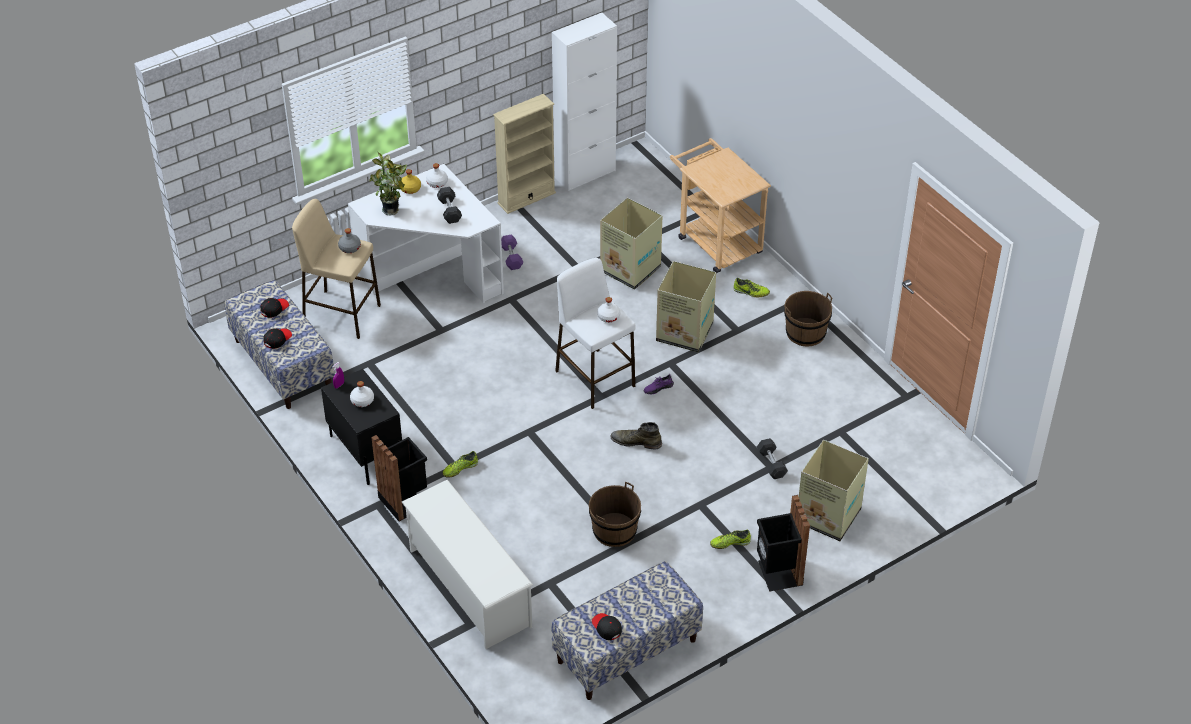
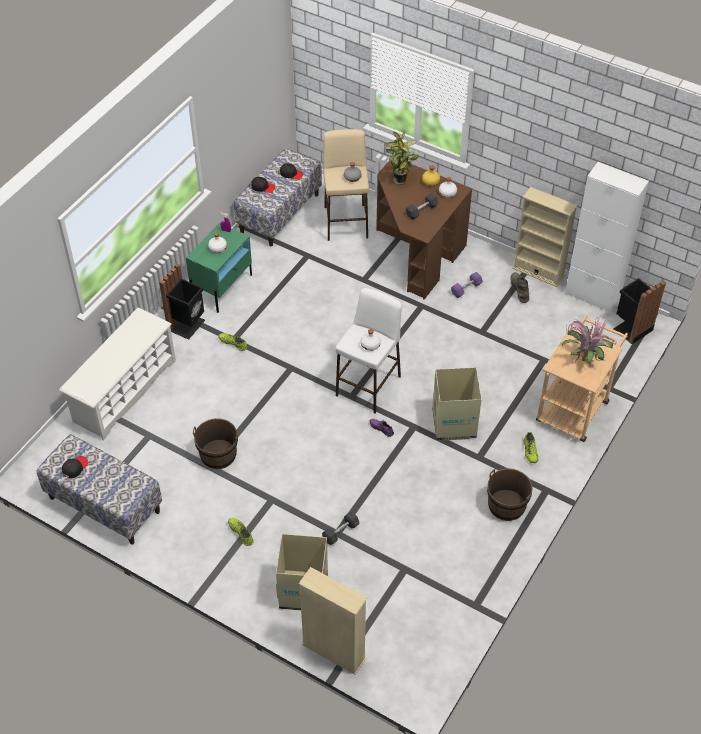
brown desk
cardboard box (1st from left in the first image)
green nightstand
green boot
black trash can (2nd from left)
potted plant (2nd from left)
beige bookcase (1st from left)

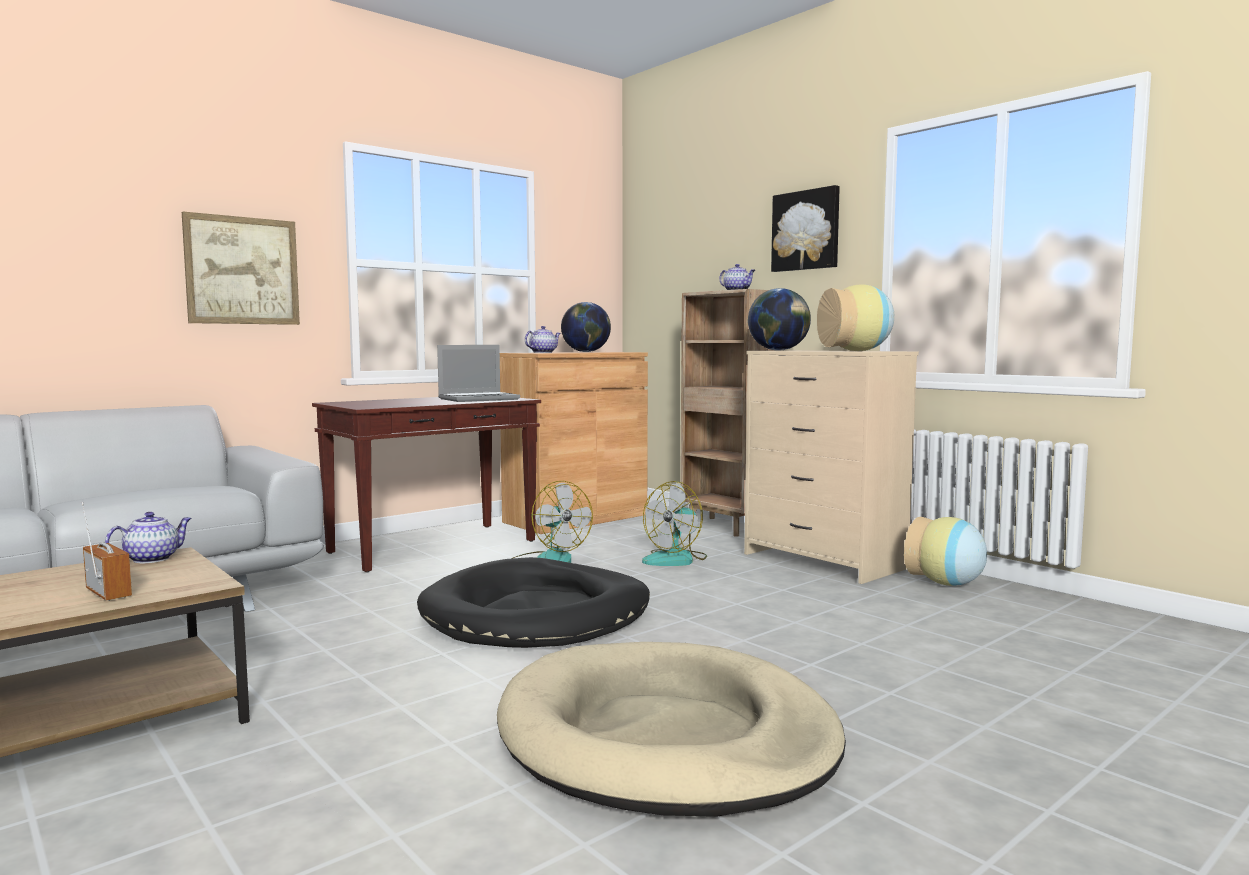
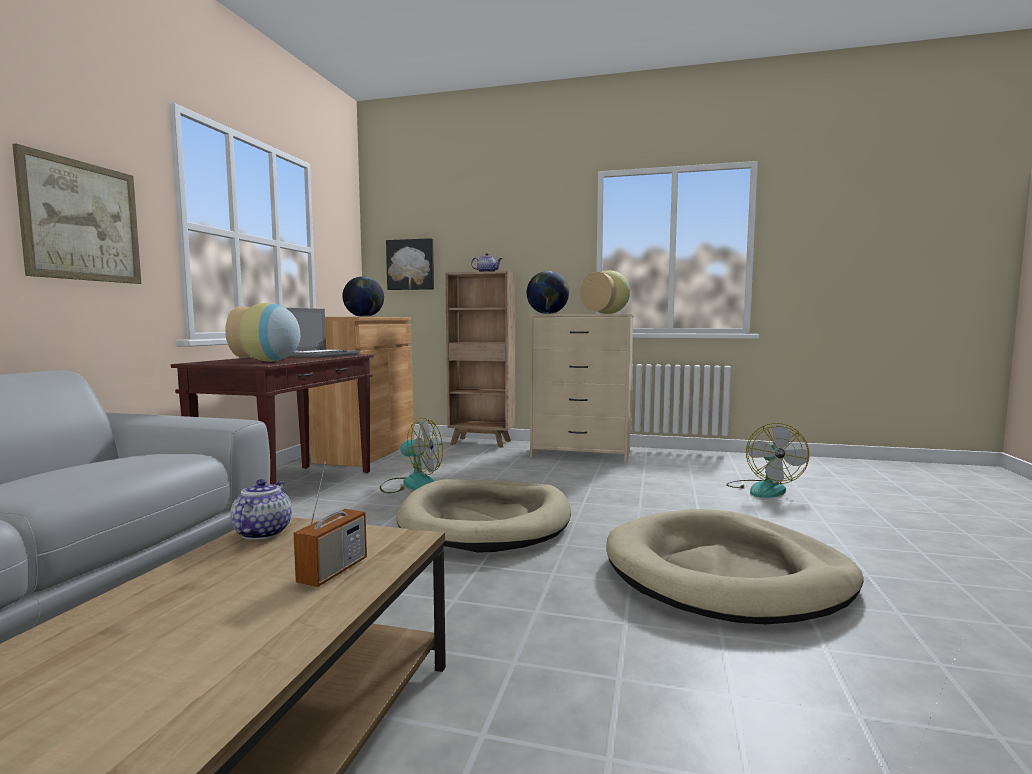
picture (2nd from left)
teapot (2nd from left in the first image)
fan (2nd from left)
radio
vase (1st from left)
beige dog bed (1st from left)

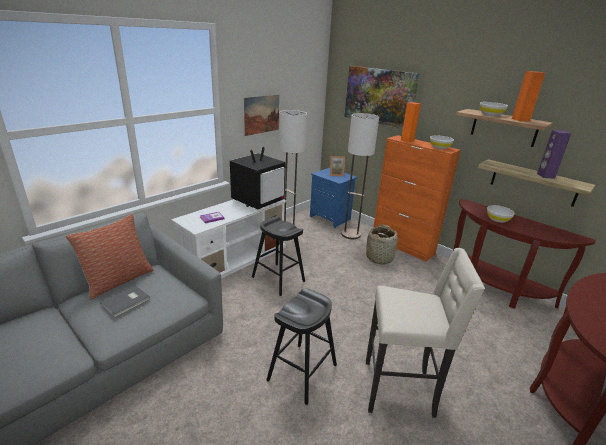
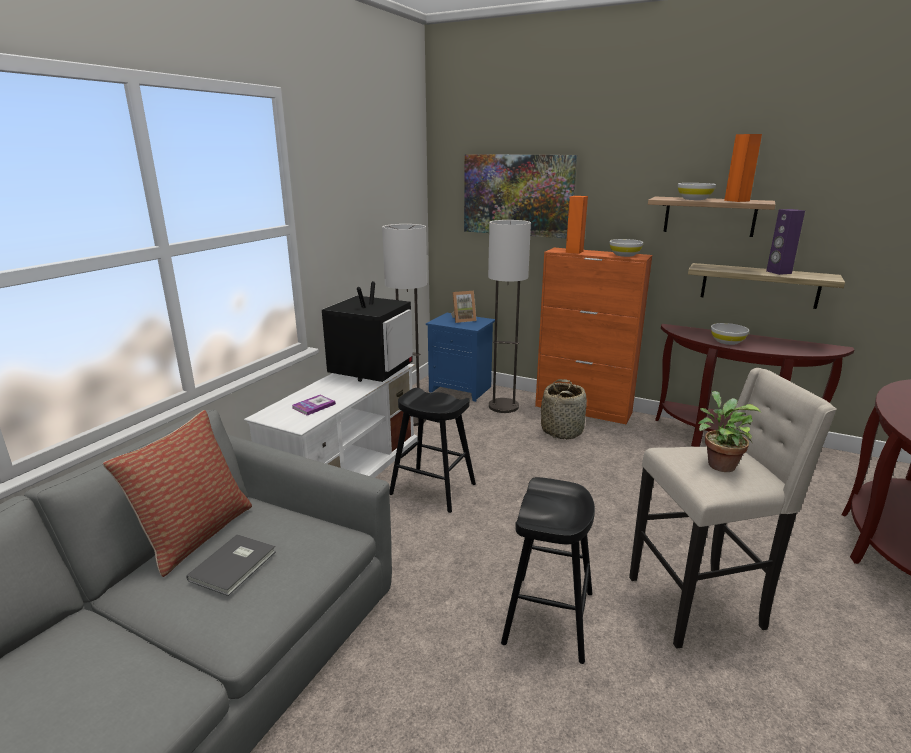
picture (1st from left in the first image)
potted plant

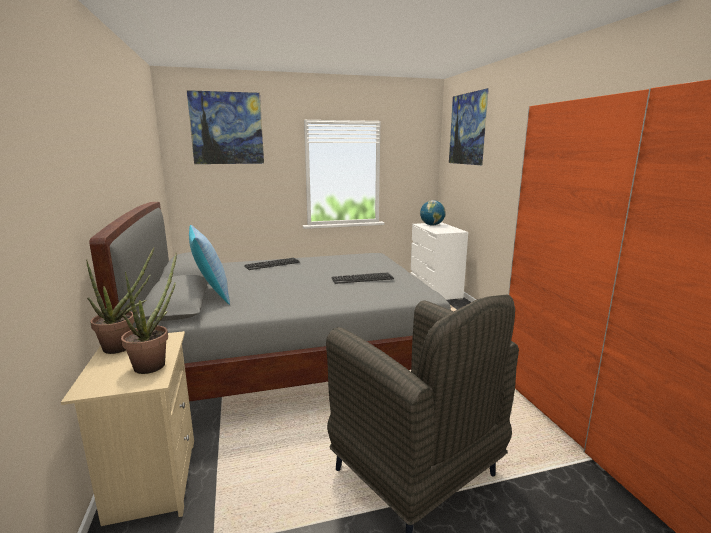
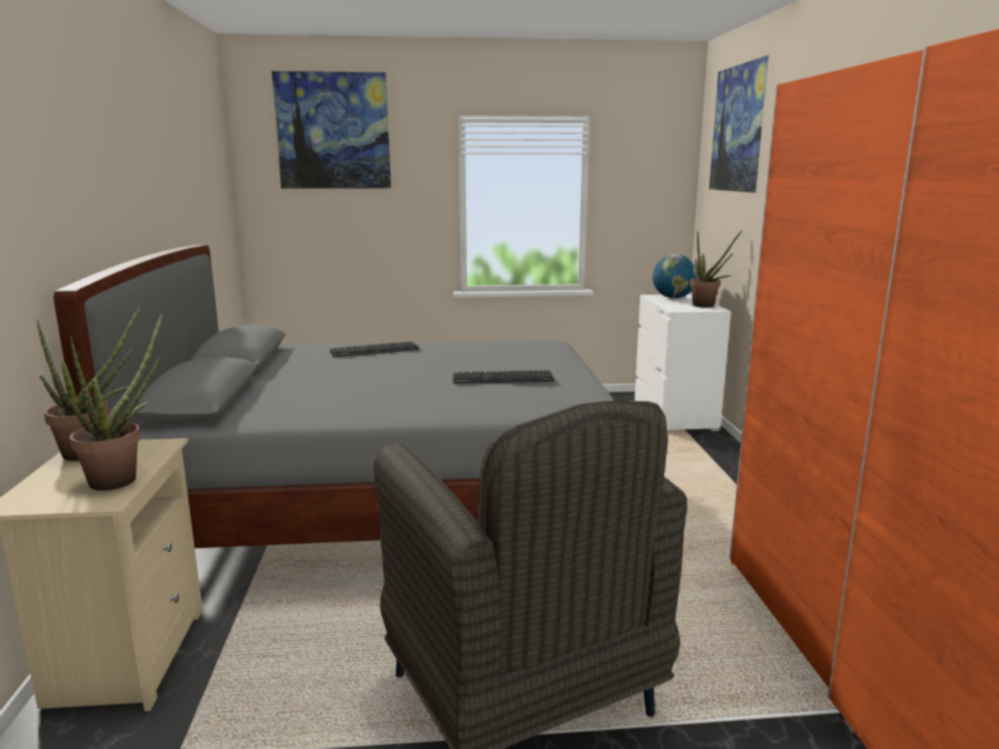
pillow
potted plant (3rd from left)

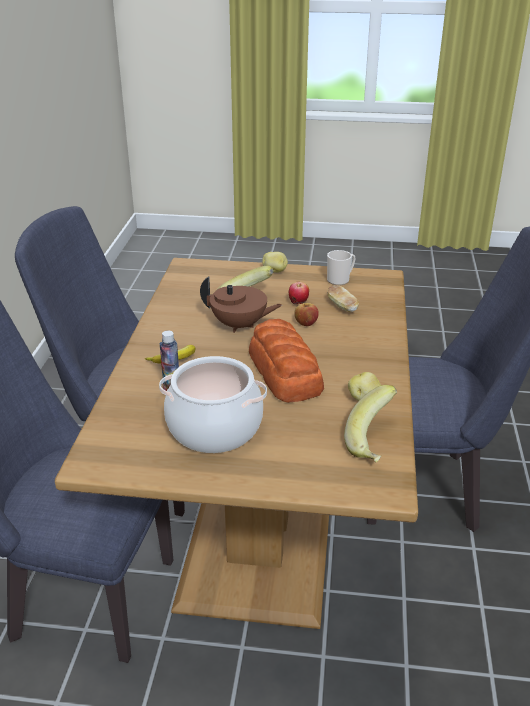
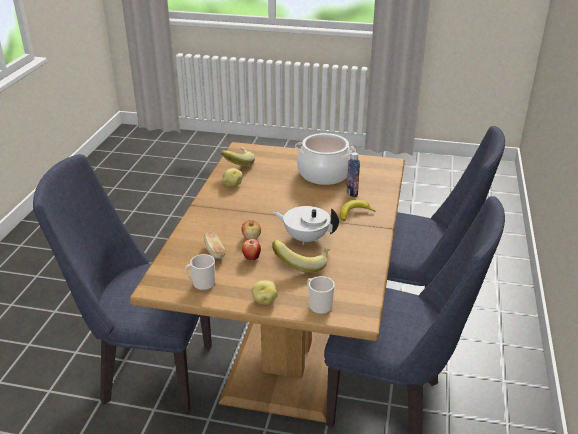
white teapot
bread (1st from left in the first image)
mug (2nd from left)

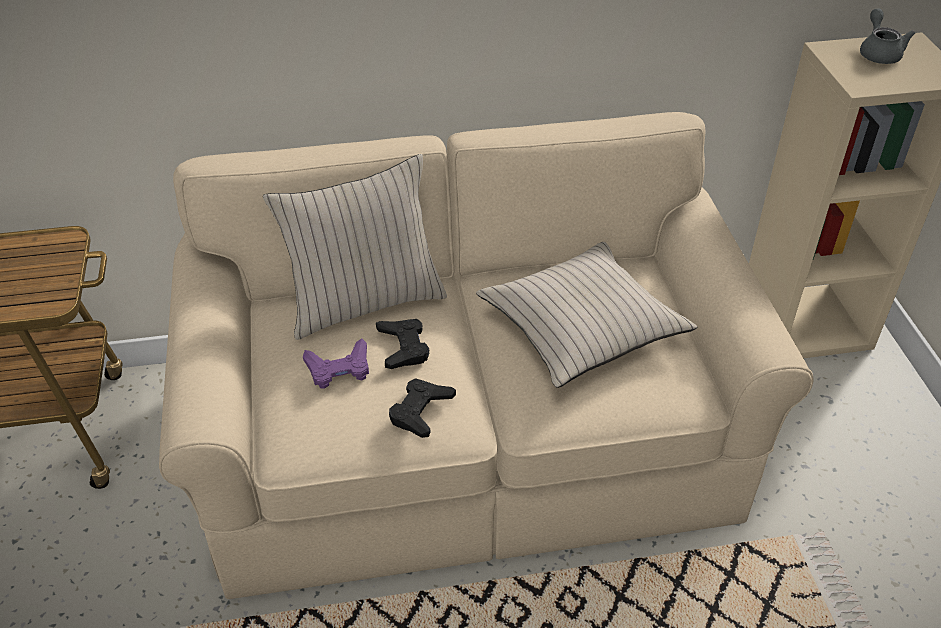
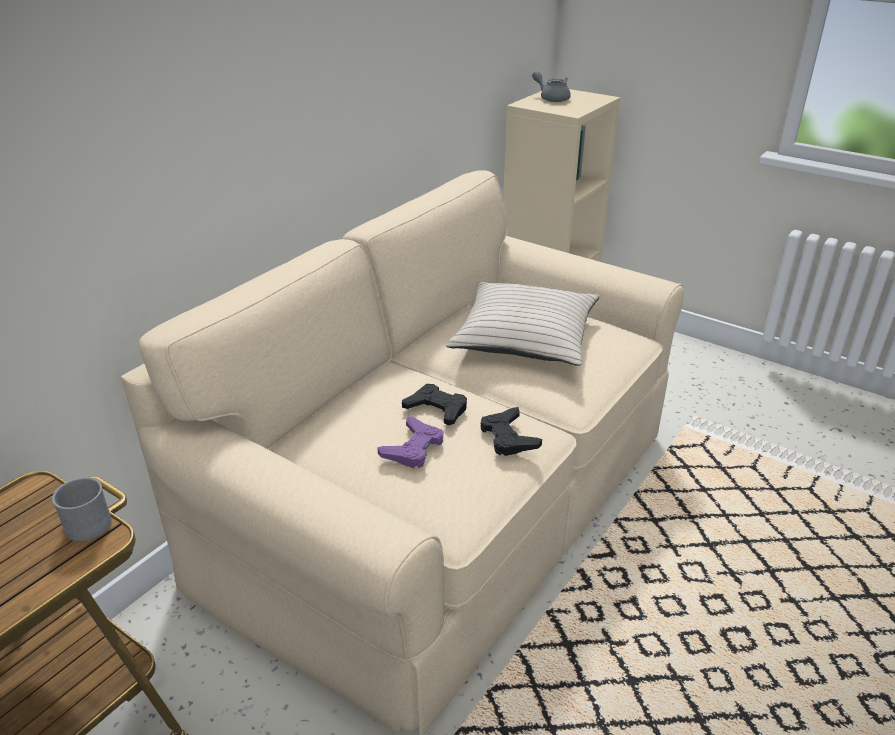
beige pillow (1st from left in the first image)
grey mug

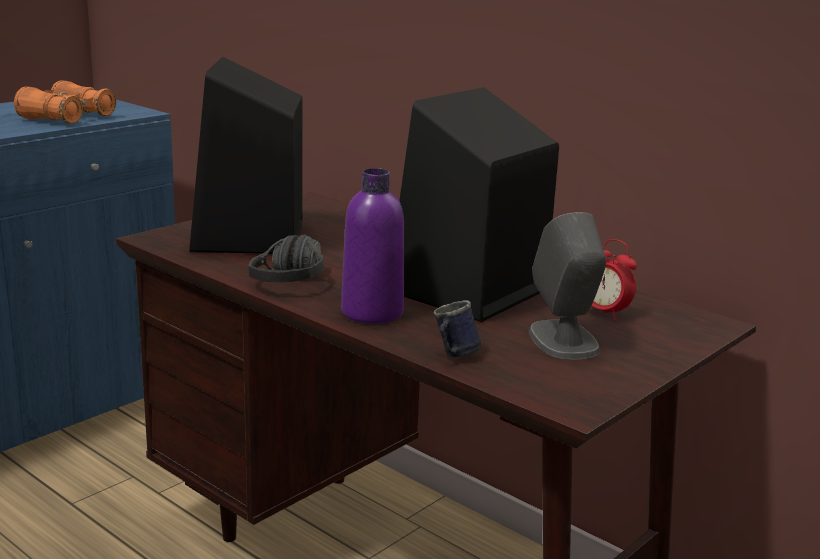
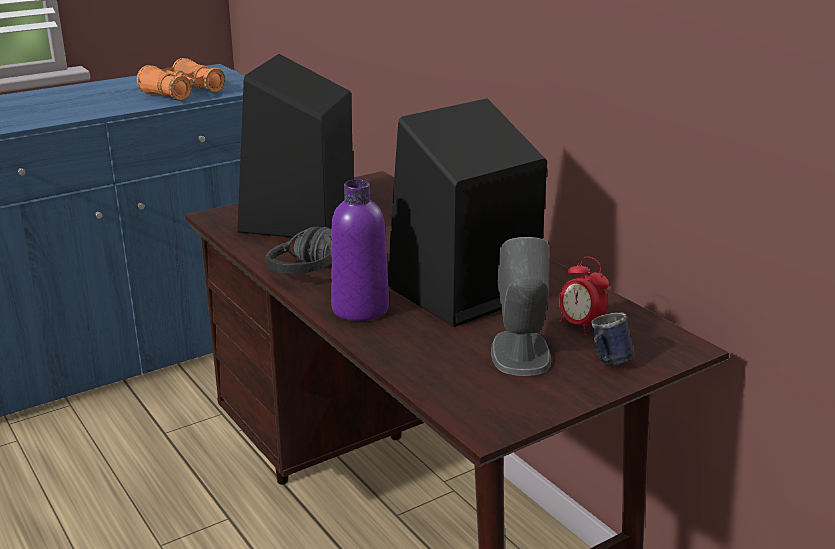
blue mug

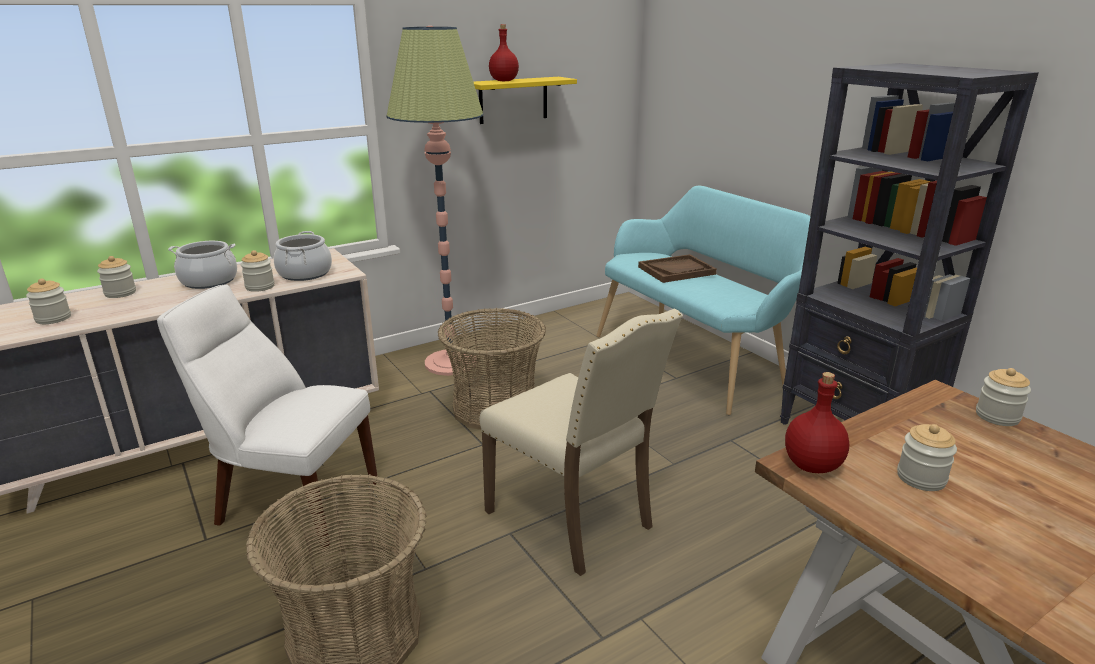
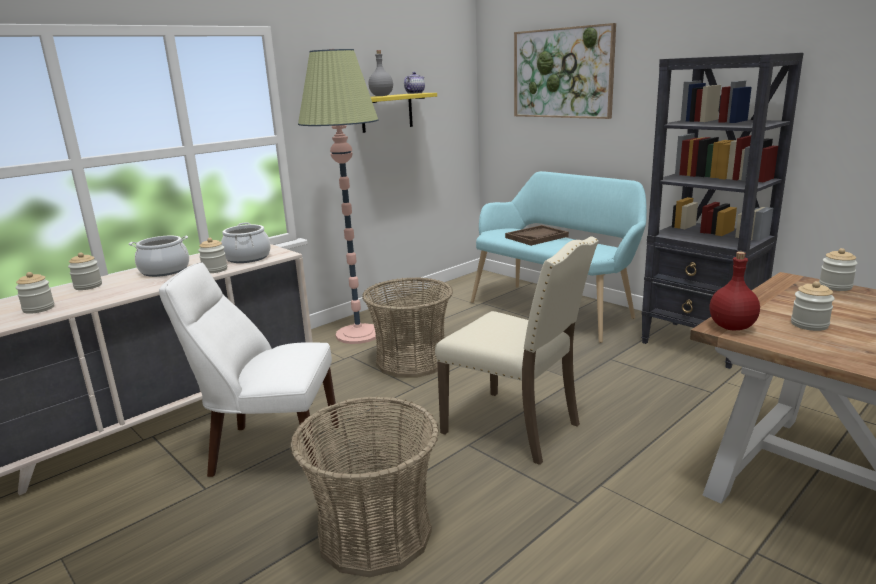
grey bottle
picture
teapot

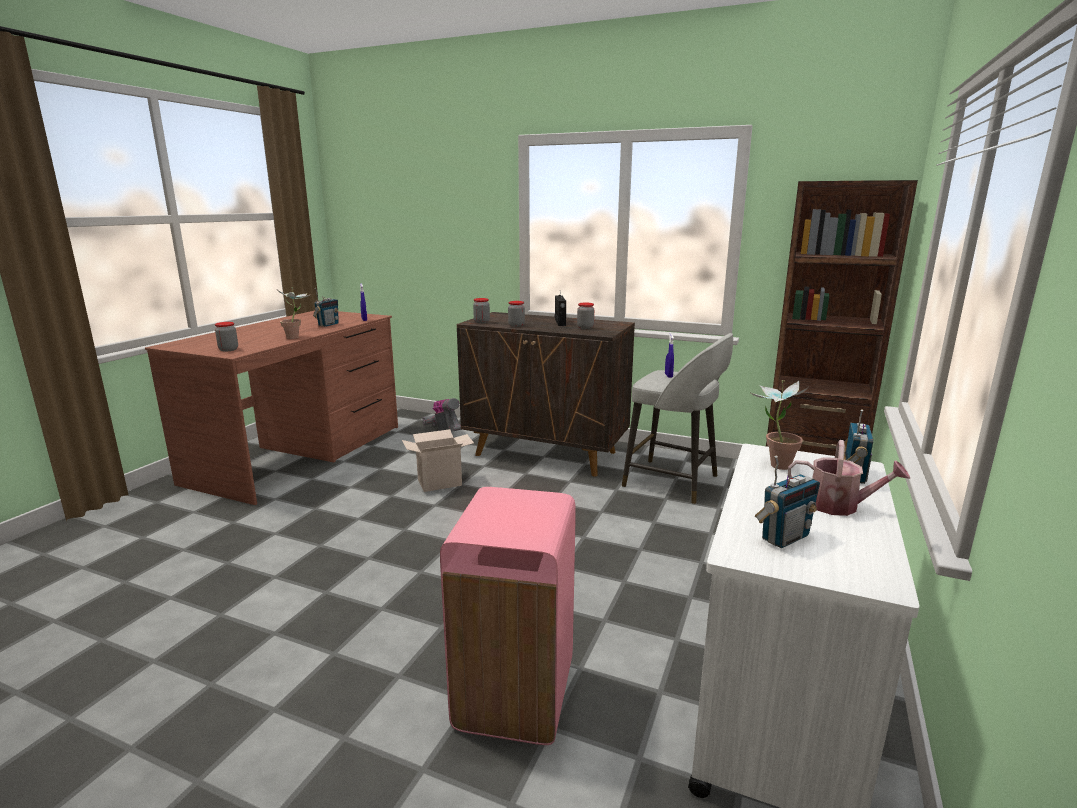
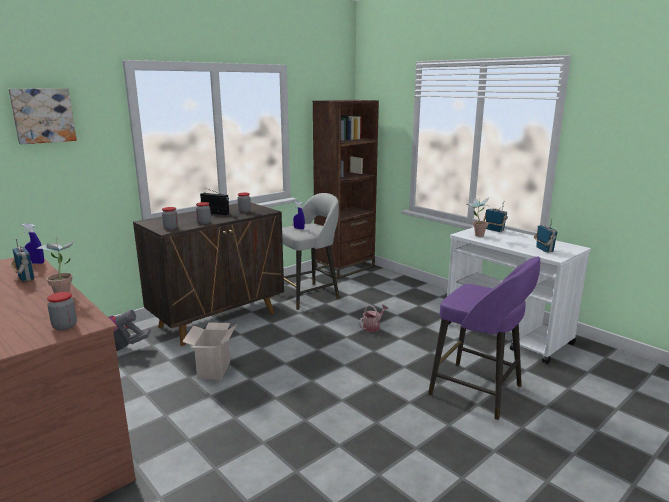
watering can
purple stool
picture

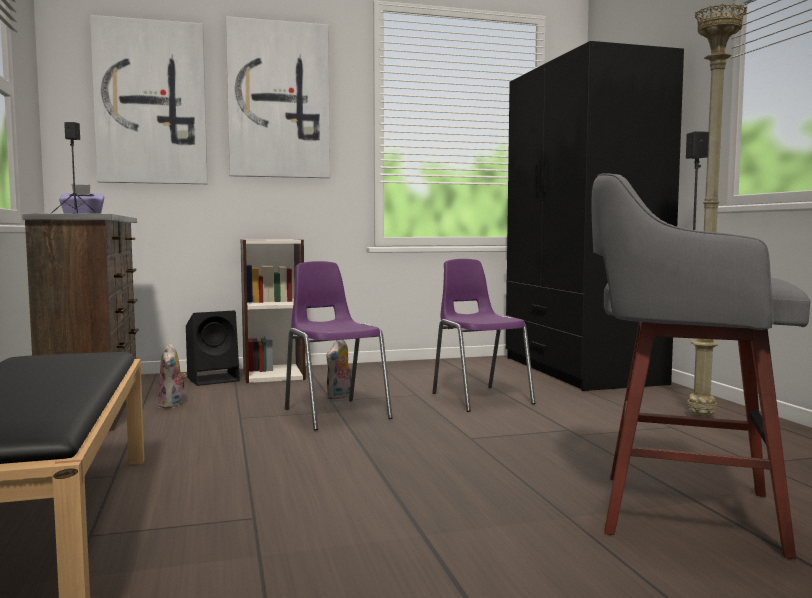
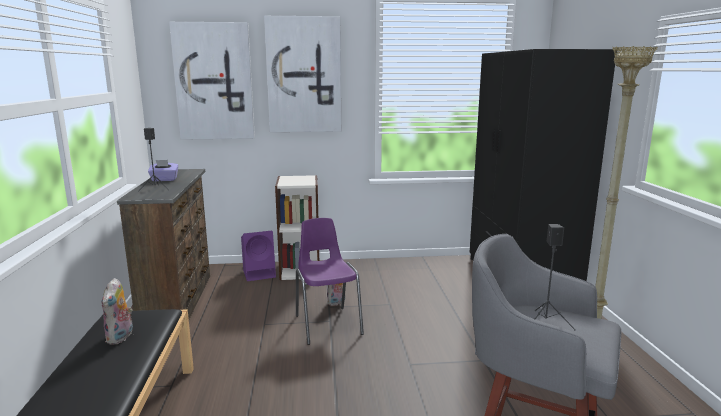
purple chair (2nd from left in the first image)
purple speaker
plush toy (1st from left)

